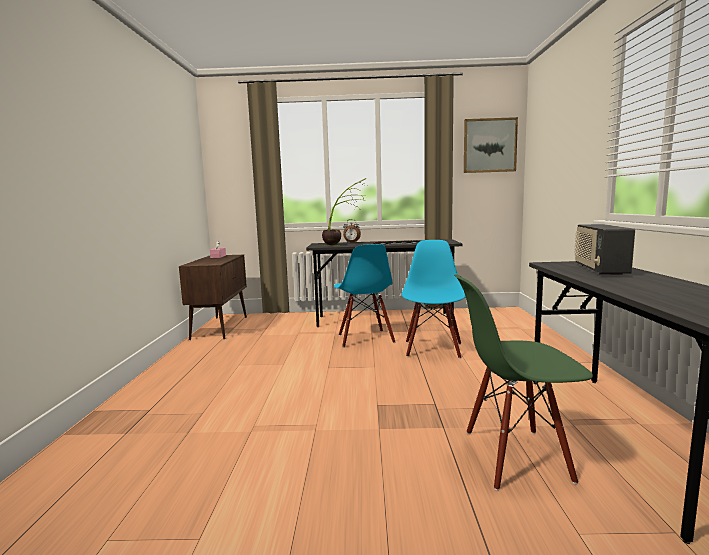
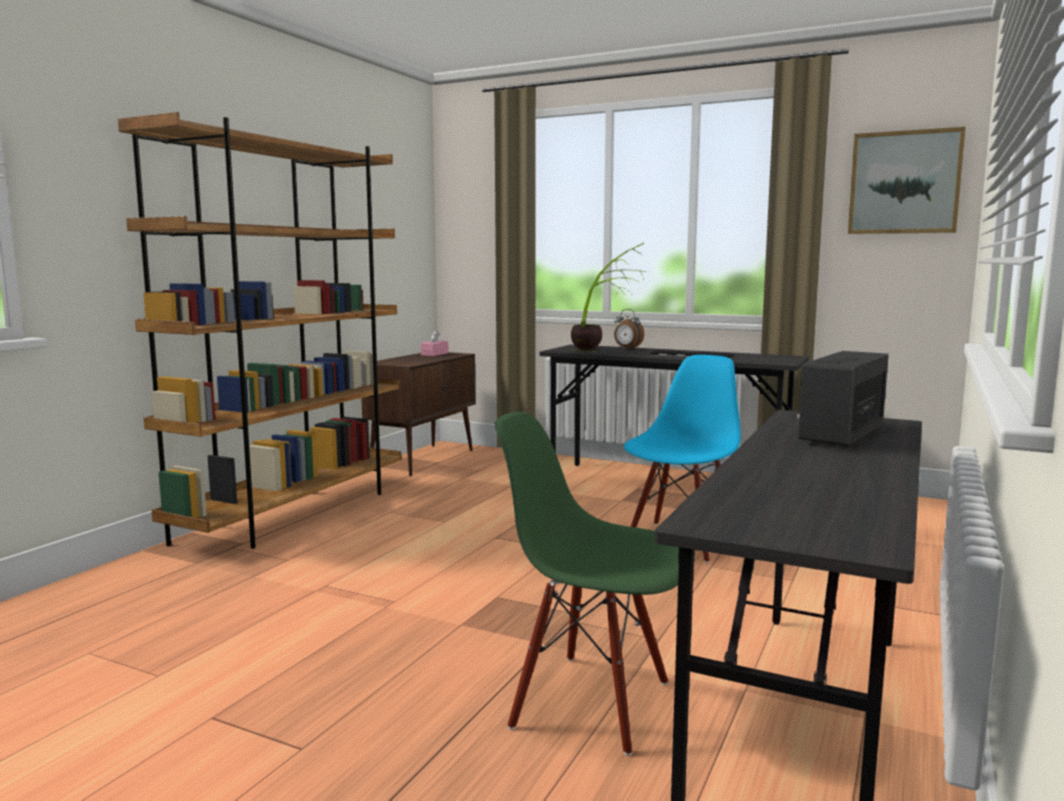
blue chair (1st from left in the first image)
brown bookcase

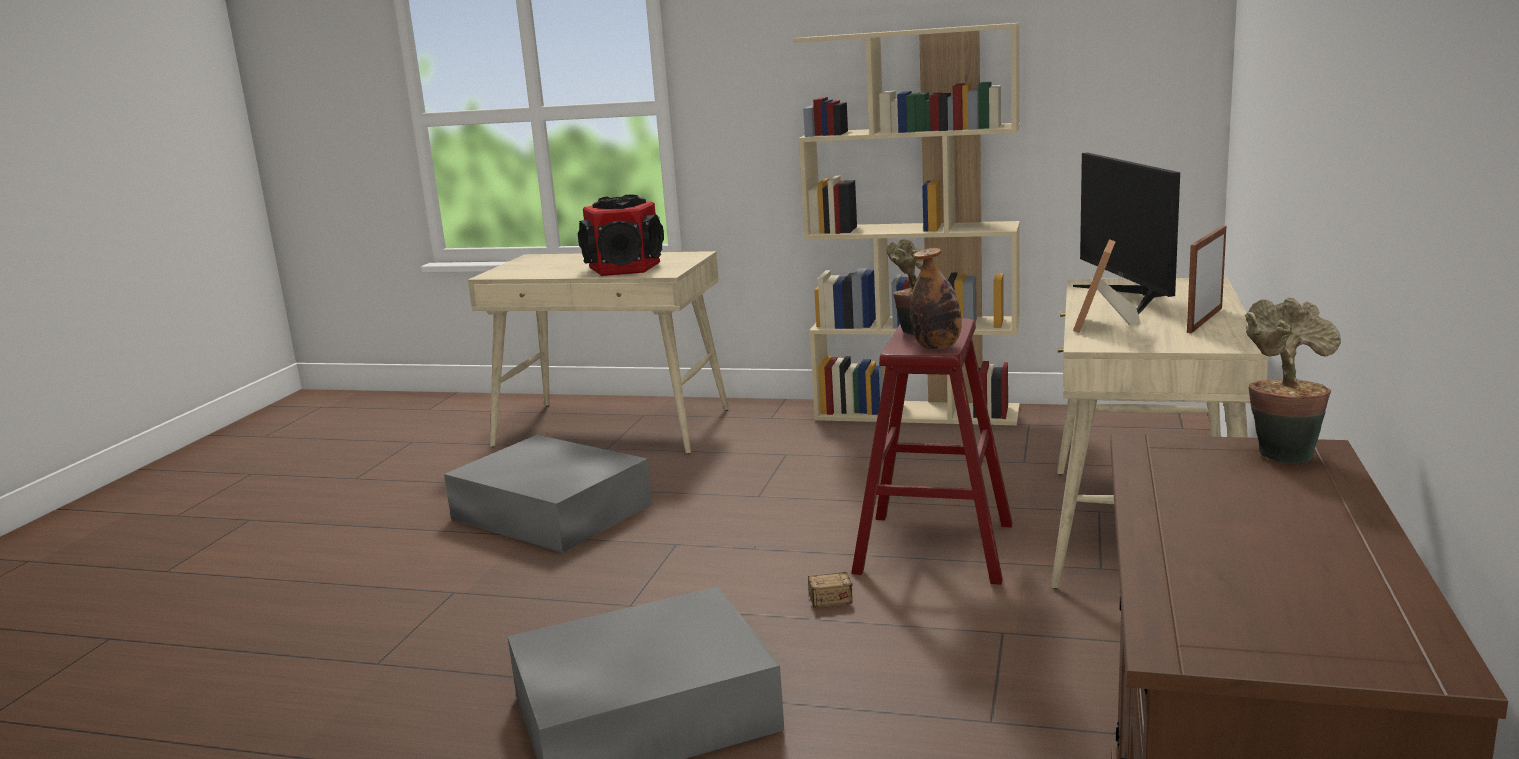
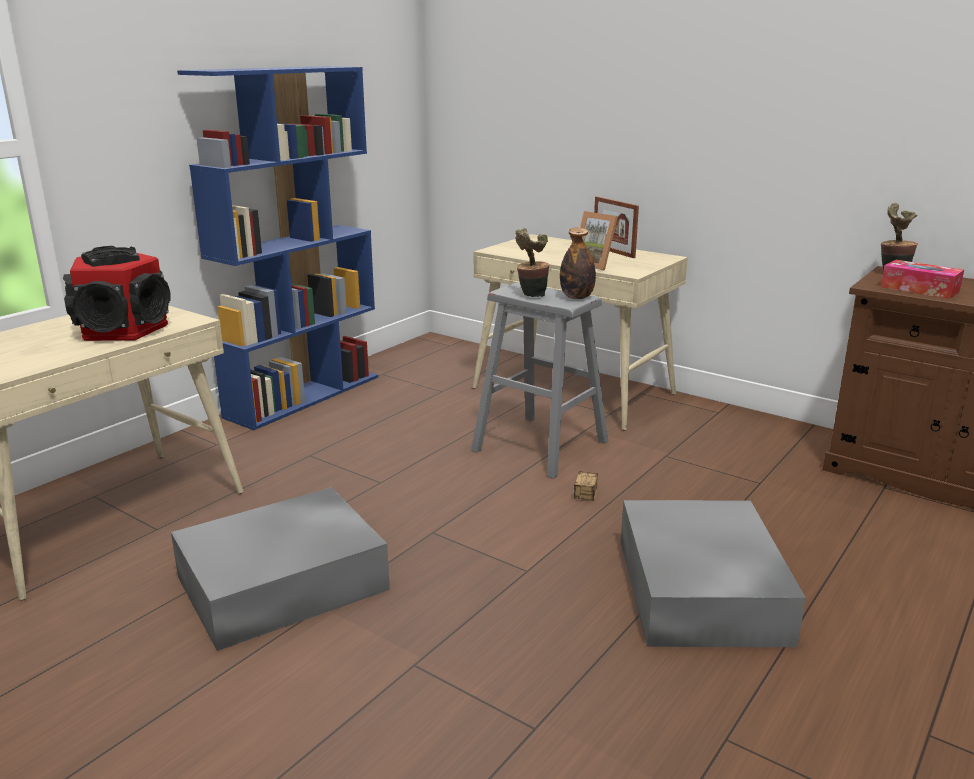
blue bookcase
monitor
grey stool
tissue box

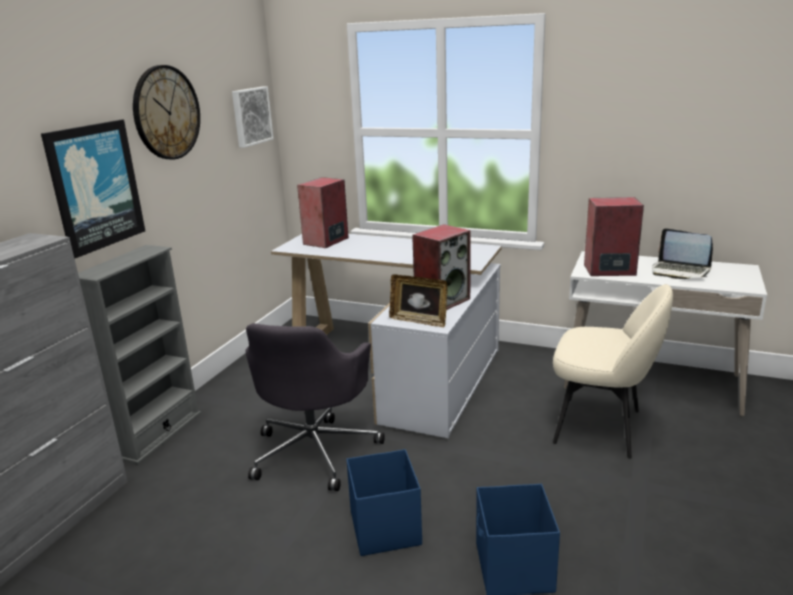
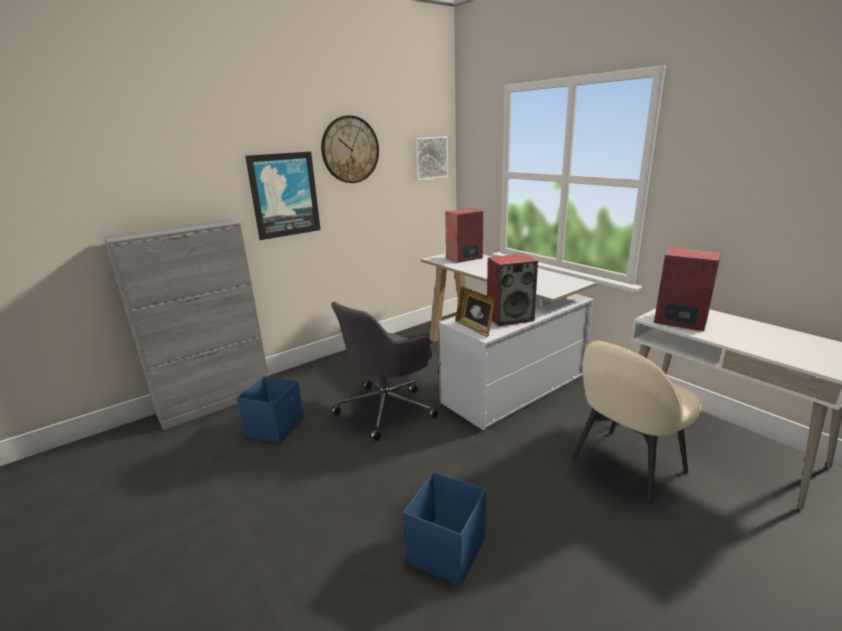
laptop
grey bookcase
beige chair
blue storage box (1st from left)

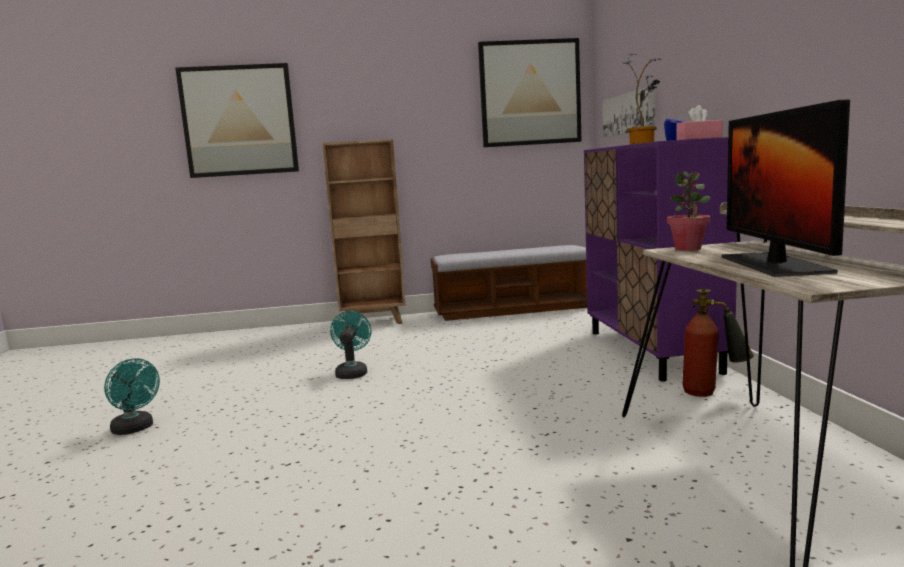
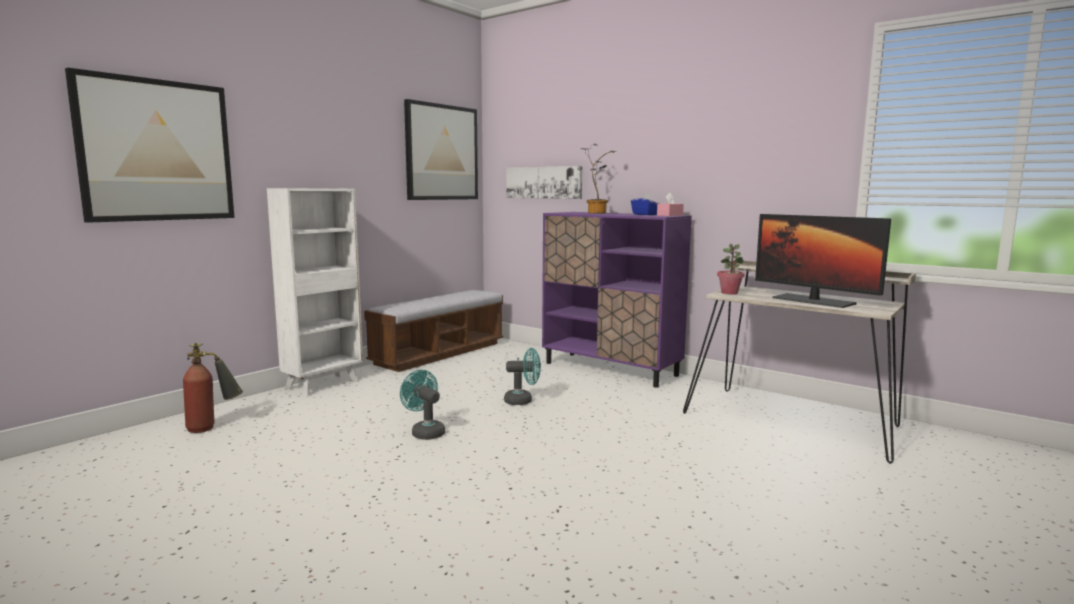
white bookcase
fire extinguisher
turquoise fan (2nd from left)

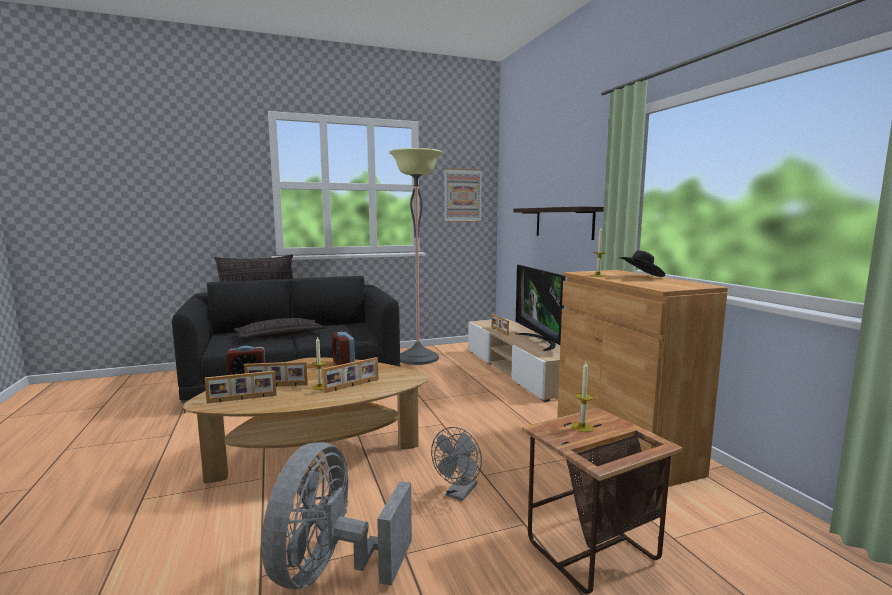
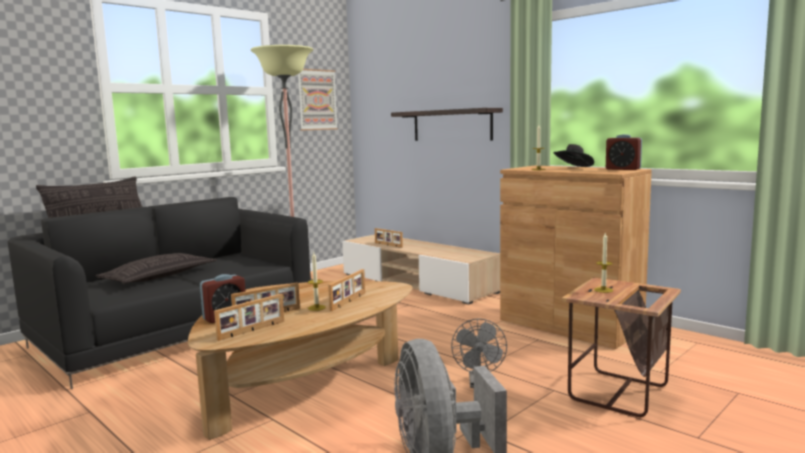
television
alarm clock (2nd from left)

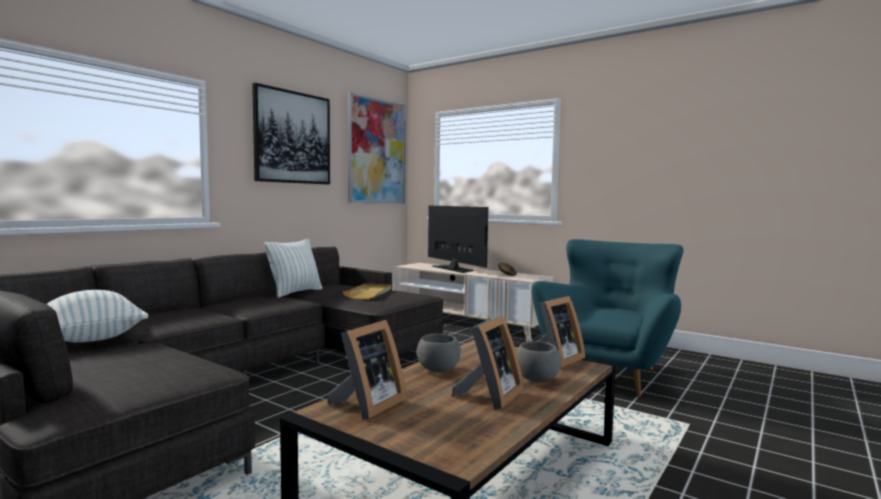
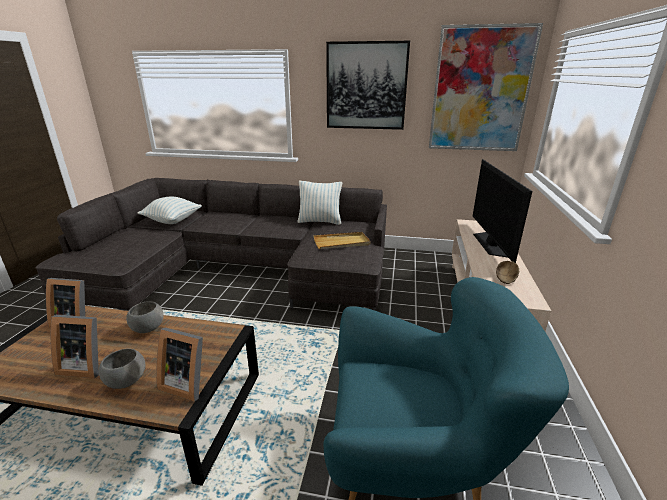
television

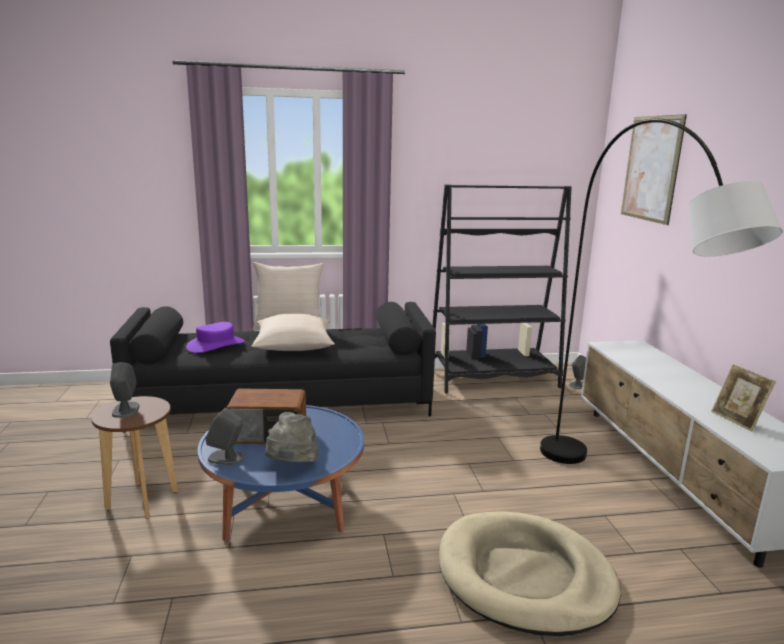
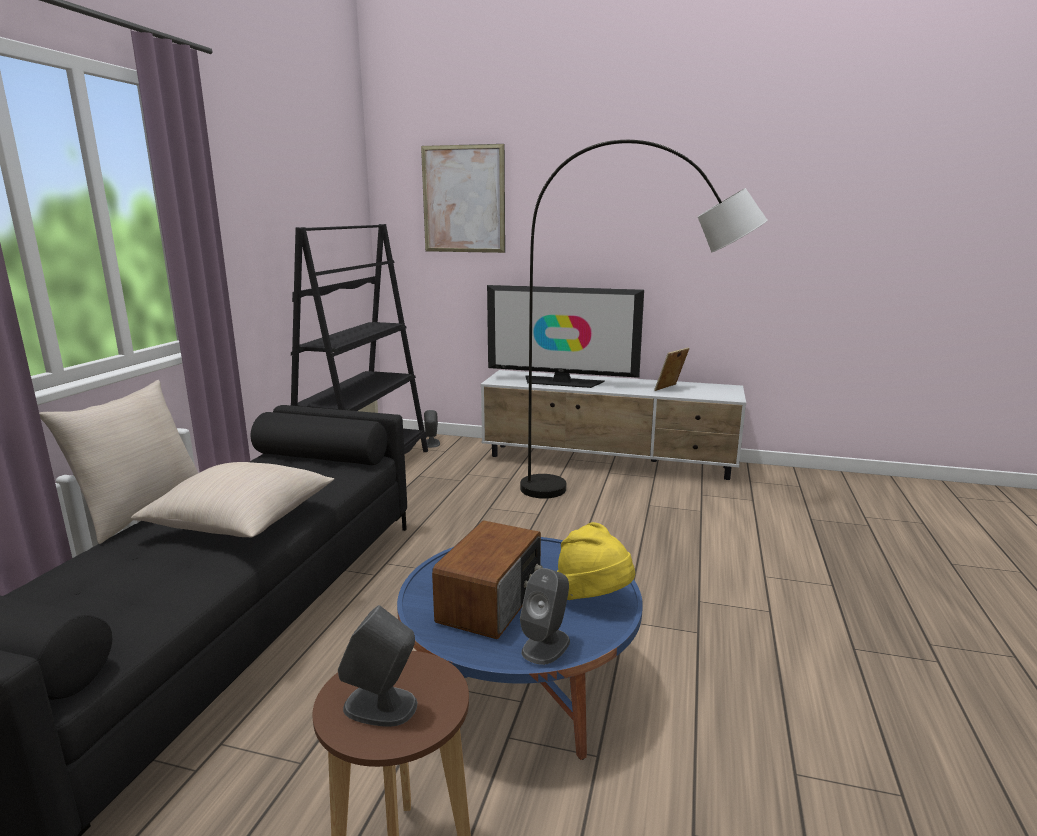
purple hat
picture frame
yellow hat
beige dog bed
television

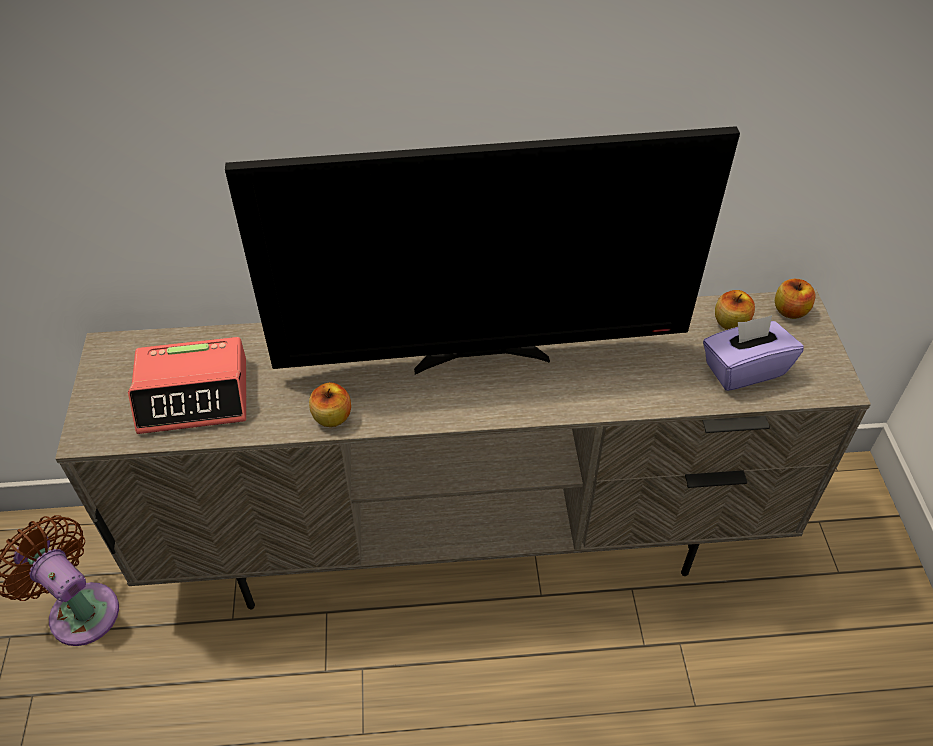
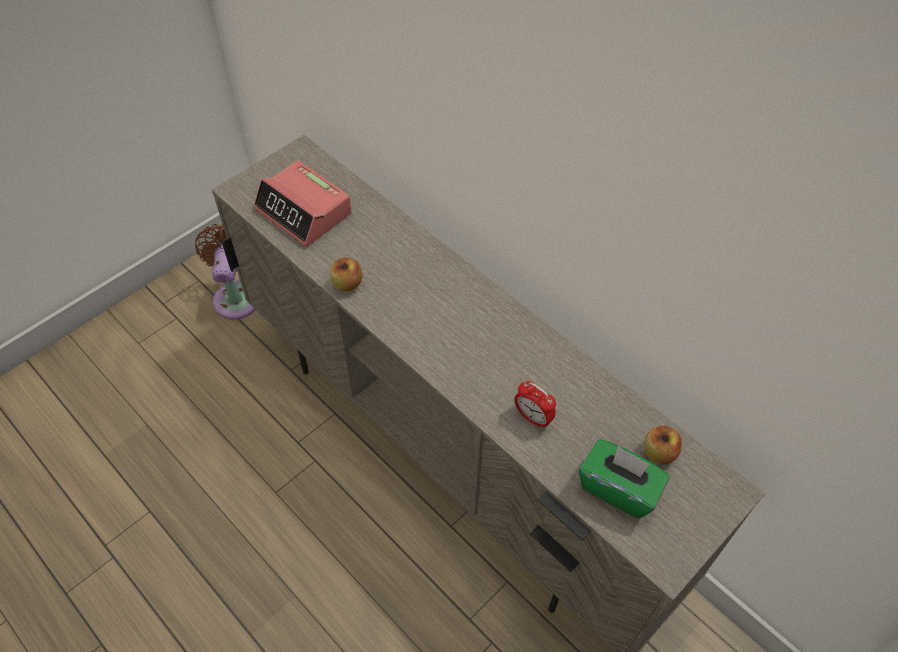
television
apple (3rd from left in the first image)
green tissue box
alarm clock (2nd from left)

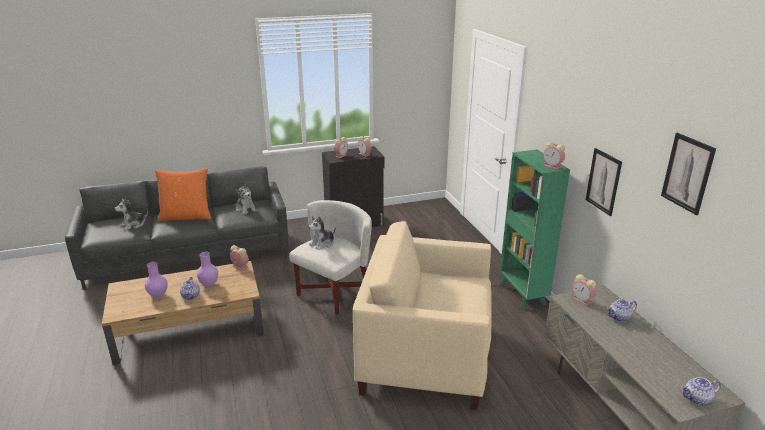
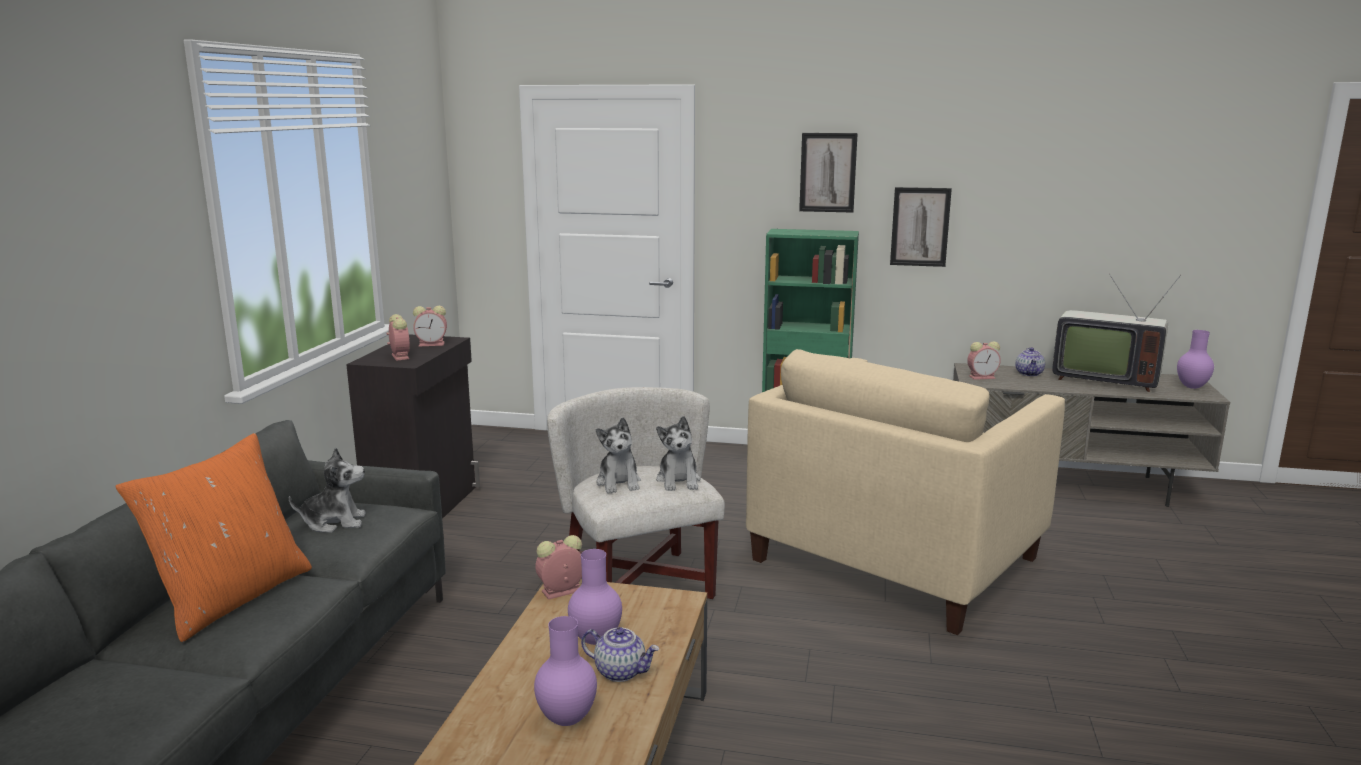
picture (1st from left)
alarm clock (4th from left in the first image)
plush toy (3rd from left)
purple vase (3rd from left)
television

